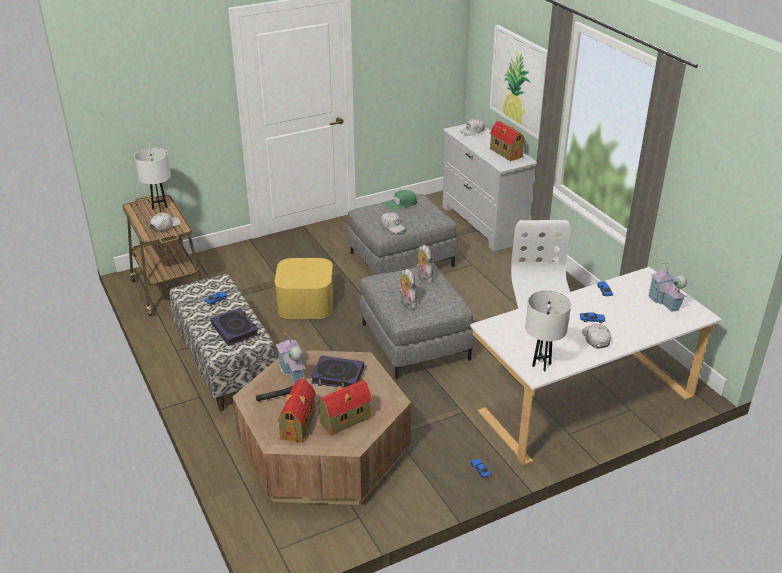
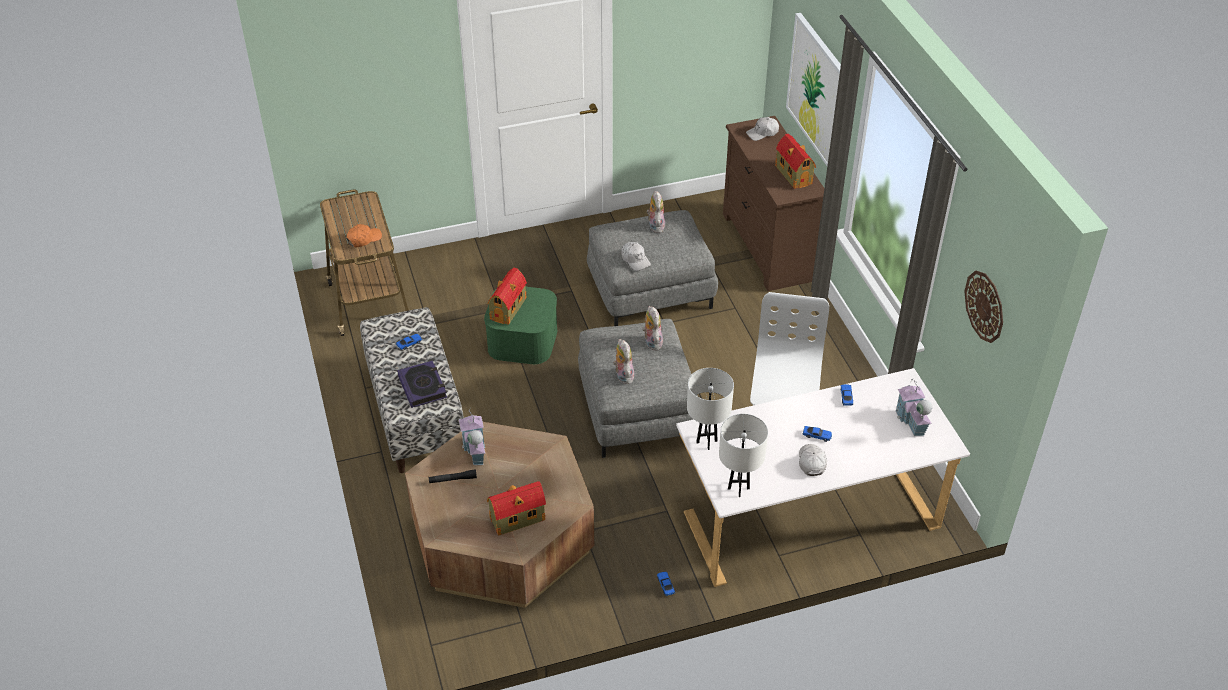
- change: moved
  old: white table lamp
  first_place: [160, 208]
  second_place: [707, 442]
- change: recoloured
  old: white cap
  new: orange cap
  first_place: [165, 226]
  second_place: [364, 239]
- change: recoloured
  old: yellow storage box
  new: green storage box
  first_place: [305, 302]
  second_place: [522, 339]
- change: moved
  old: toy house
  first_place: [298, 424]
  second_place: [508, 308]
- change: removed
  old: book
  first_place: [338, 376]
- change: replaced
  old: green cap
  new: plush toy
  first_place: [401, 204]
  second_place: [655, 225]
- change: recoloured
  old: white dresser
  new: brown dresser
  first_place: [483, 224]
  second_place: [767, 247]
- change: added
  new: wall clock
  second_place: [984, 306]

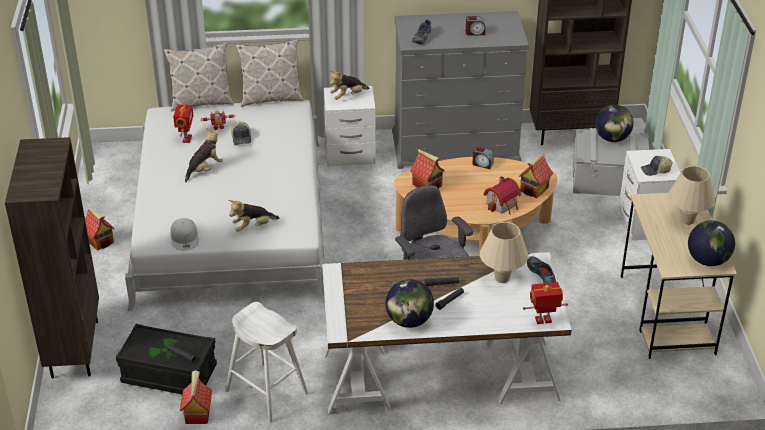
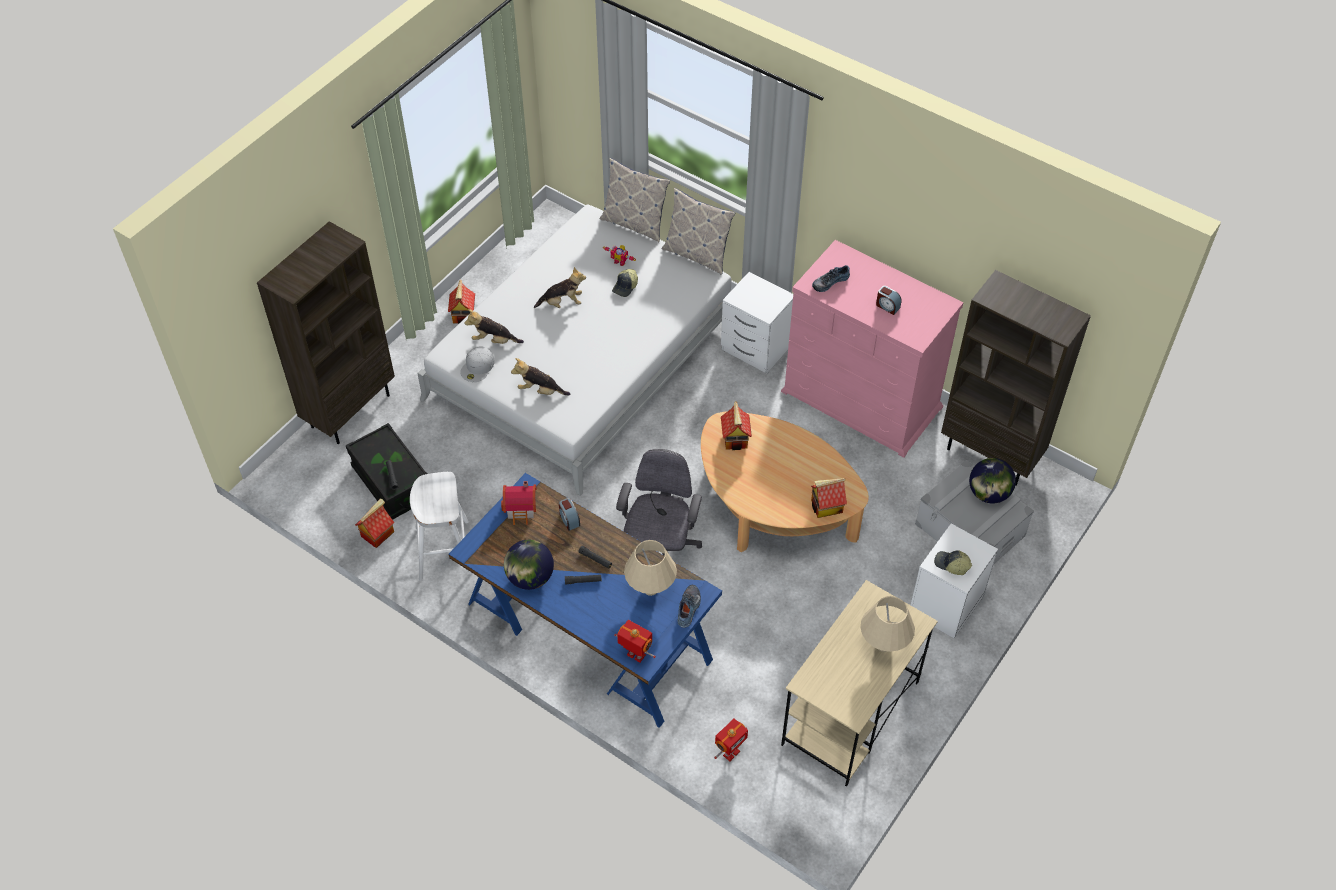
- change: moved
  old: toy robot
  first_place: [186, 139]
  second_place: [730, 752]
- change: recoloured
  old: white desk
  new: blue desk
  first_place: [440, 376]
  second_place: [588, 632]
- change: moved
  old: plush toy
  first_place: [348, 96]
  second_place: [494, 340]
- change: recoloured
  old: grey dresser
  new: pink dresser
  first_place: [456, 146]
  second_place: [862, 400]
- change: moved
  old: alarm clock
  first_place: [482, 164]
  second_place: [569, 519]
- change: moved
  old: toy house
  first_place: [503, 205]
  second_place: [522, 509]
- change: removed
  old: globe
  first_place: [708, 260]

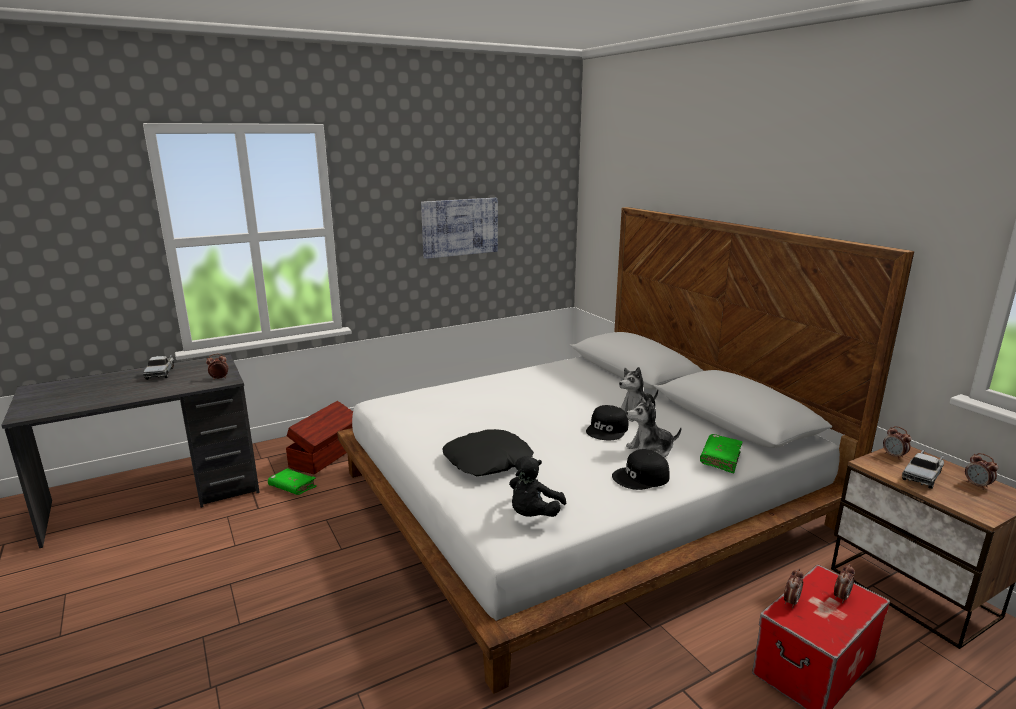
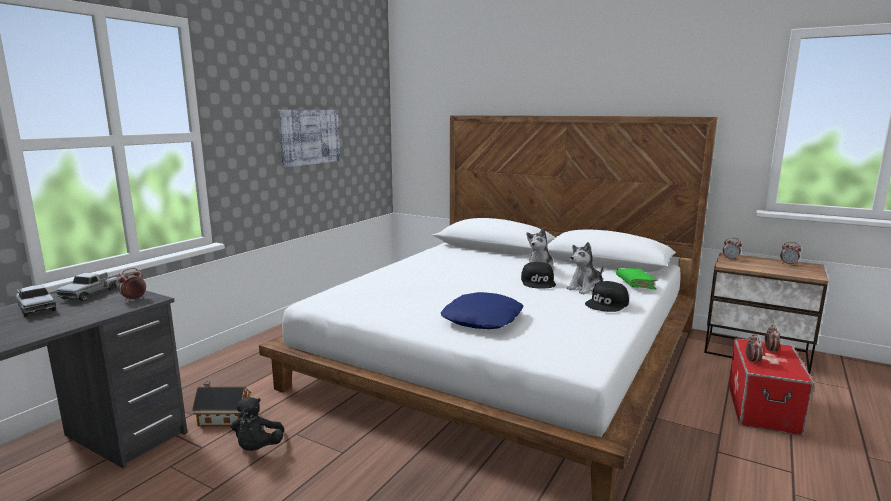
- change: replaced
  old: green book
  new: toy house
  first_place: [292, 487]
  second_place: [223, 418]
- change: removed
  old: brown storage box
  first_place: [327, 455]
- change: recoloured
  old: black pillow
  new: blue pillow
  first_place: [488, 461]
  second_place: [483, 319]
- change: moved
  old: black plush toy
  first_place: [533, 515]
  second_place: [258, 448]
- change: moved
  old: toy truck
  first_place: [922, 475]
  second_place: [92, 293]

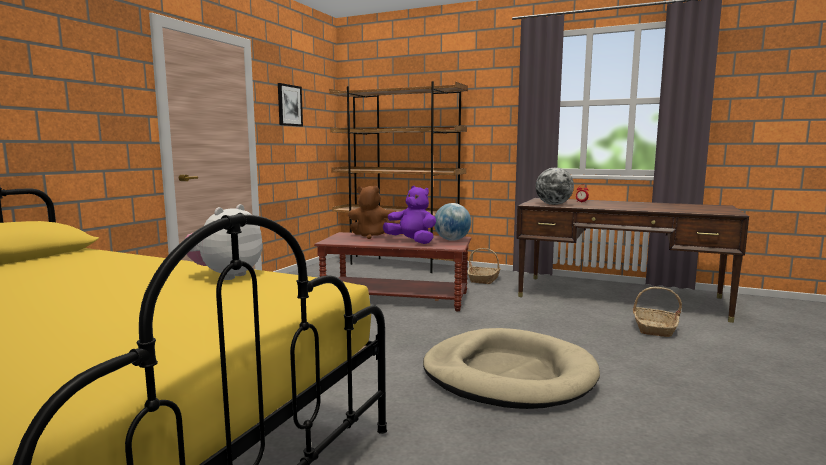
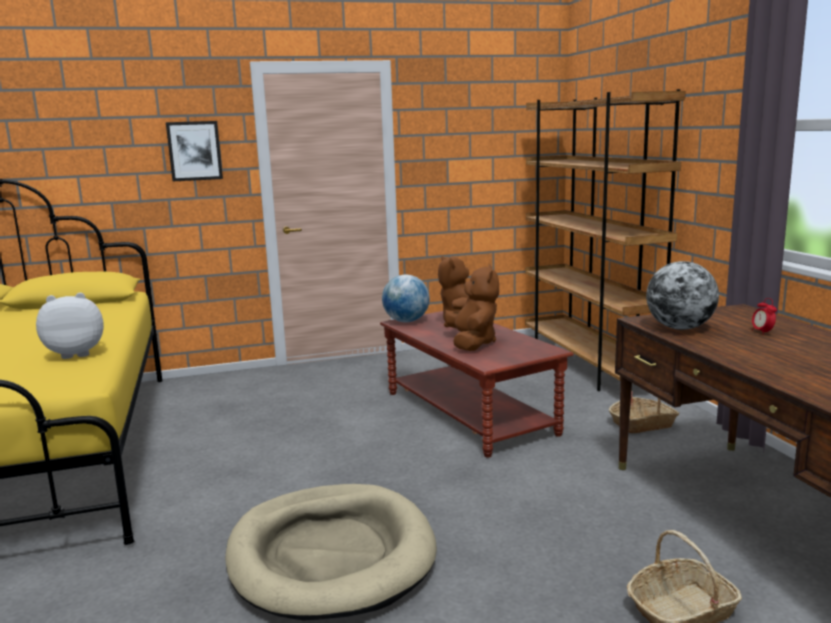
- change: moved
  old: picture
  first_place: [289, 105]
  second_place: [194, 151]
- change: recoloured
  old: purple plush toy
  new: brown plush toy
  first_place: [412, 241]
  second_place: [472, 343]
- change: moved
  old: globe
  first_place: [452, 240]
  second_place: [406, 321]

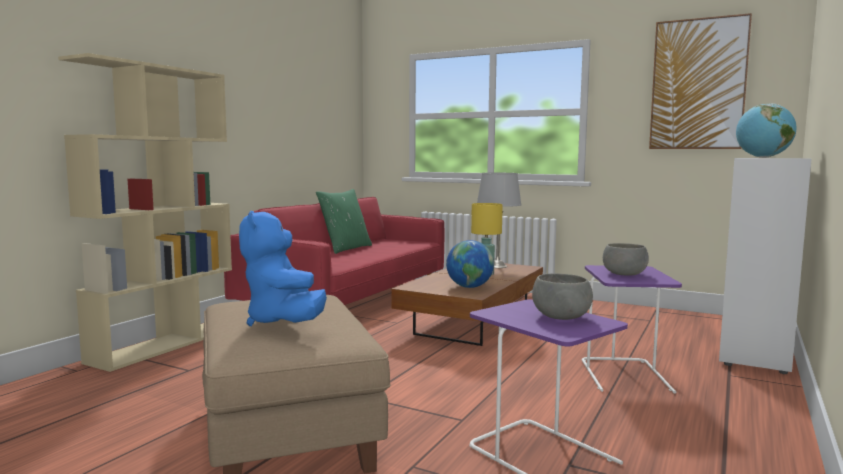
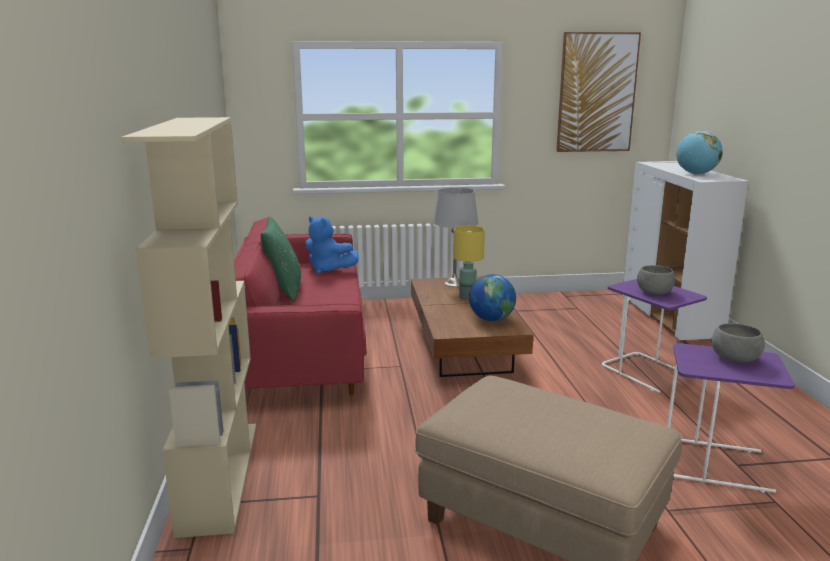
- change: moved
  old: blue plush toy
  first_place: [283, 322]
  second_place: [328, 270]

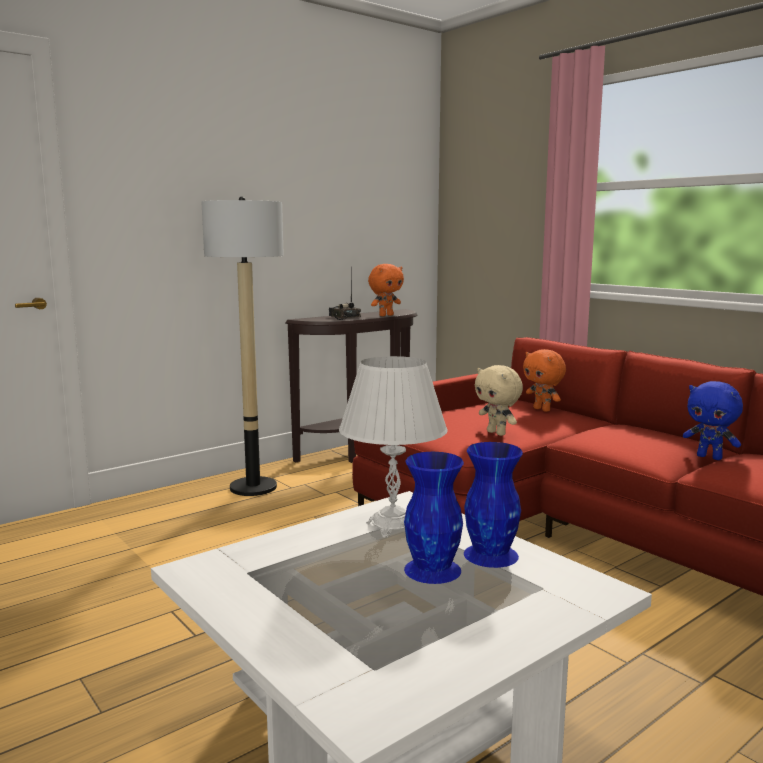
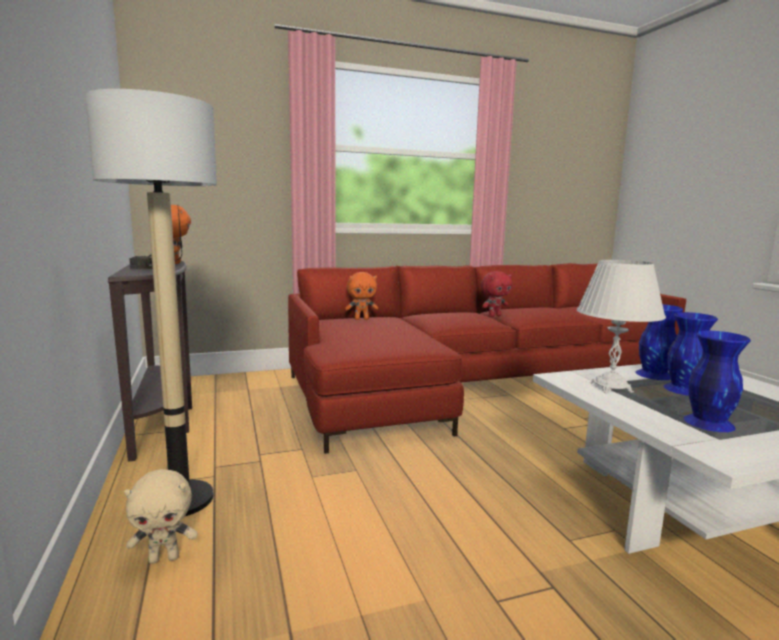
- change: moved
  old: beige plush toy
  first_place: [497, 433]
  second_place: [164, 558]
- change: recoloured
  old: blue plush toy
  new: red plush toy
  first_place: [710, 457]
  second_place: [494, 316]
- change: added
  new: blue vase
  second_place: [707, 422]

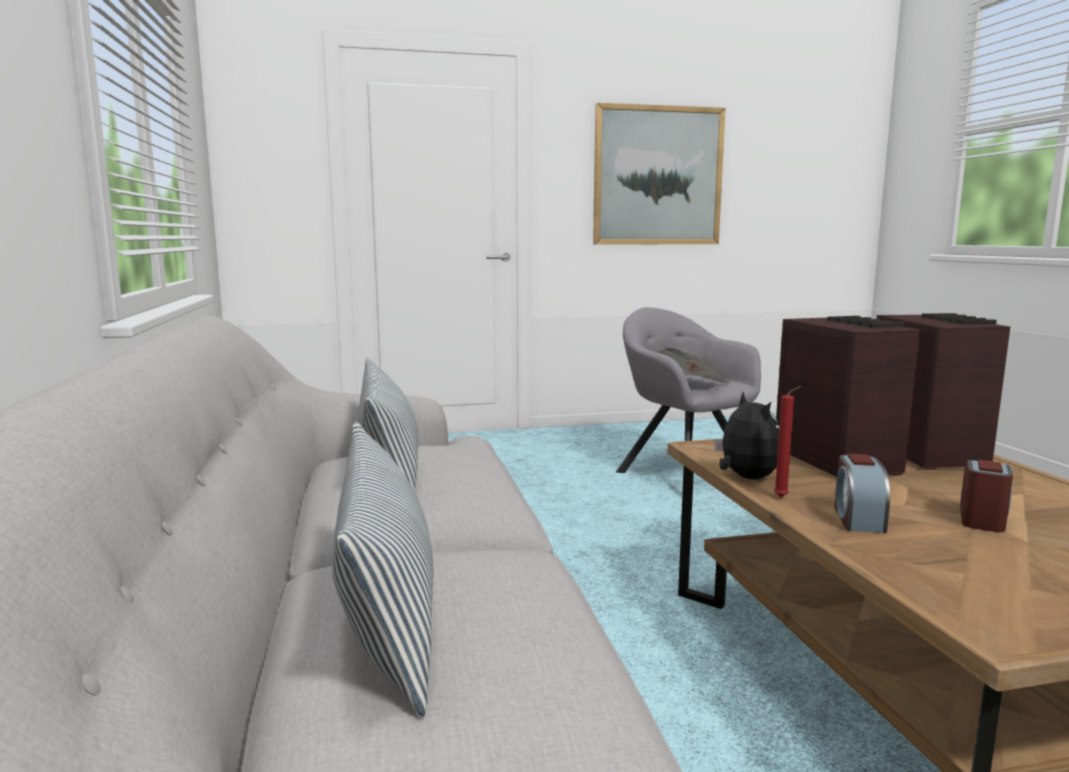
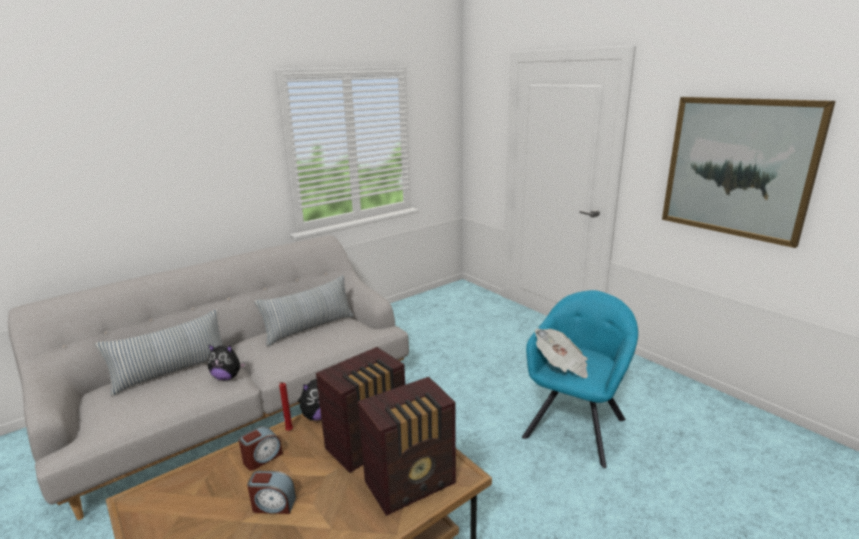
- change: recoloured
  old: grey armchair
  new: turquoise armchair
  first_place: [682, 474]
  second_place: [576, 425]
- change: turned
  old: alarm clock
  first_place: [858, 519]
  second_place: [262, 458]
  degrees: 150
- change: added
  new: plush toy
  second_place: [227, 377]

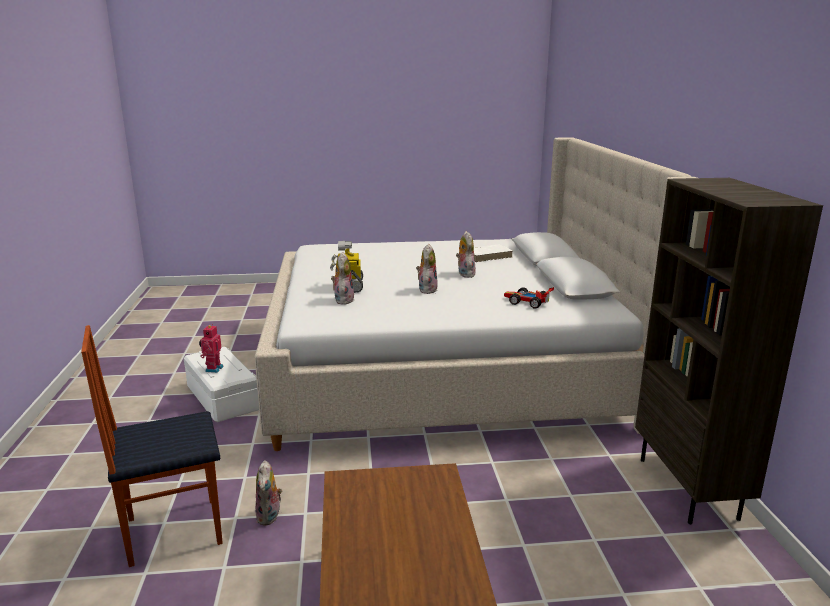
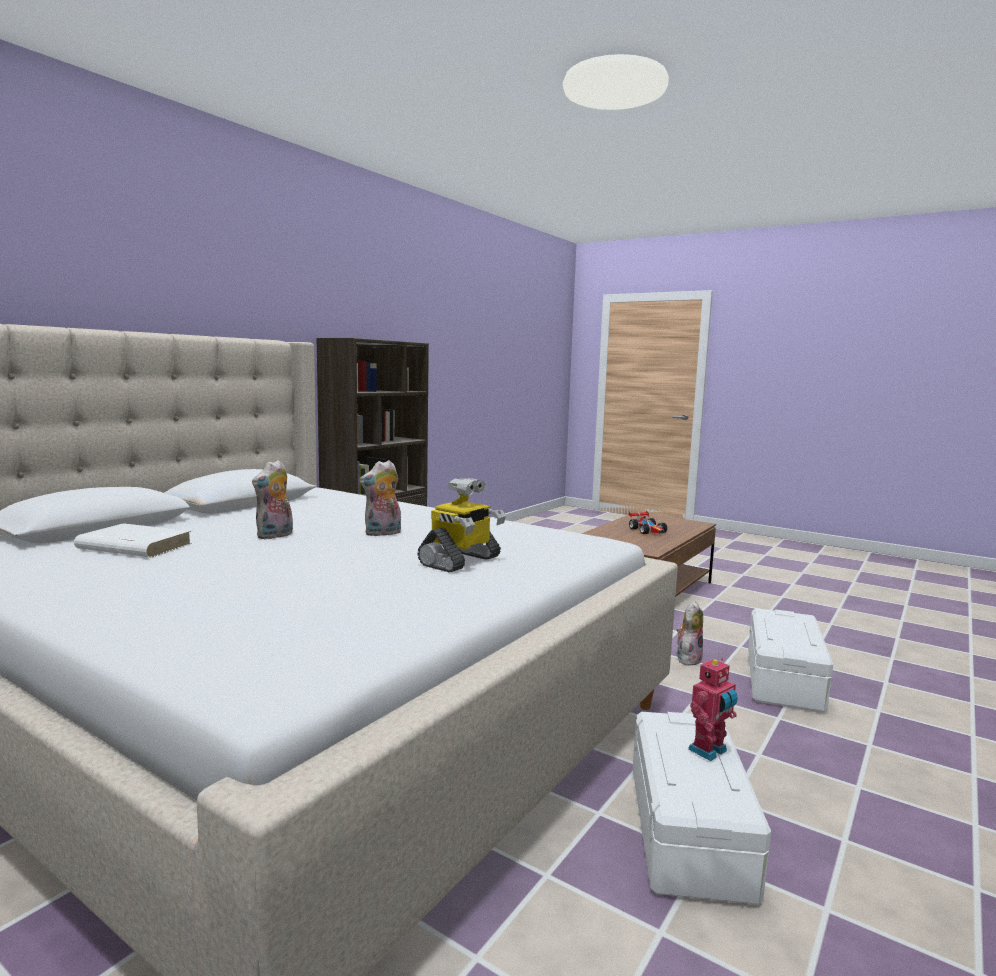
- change: replaced
  old: chair
  new: white storage box
  first_place: [173, 530]
  second_place: [785, 679]
- change: removed
  old: plush toy
  first_place: [343, 300]
- change: moved
  old: toy car
  first_place: [527, 302]
  second_place: [648, 530]

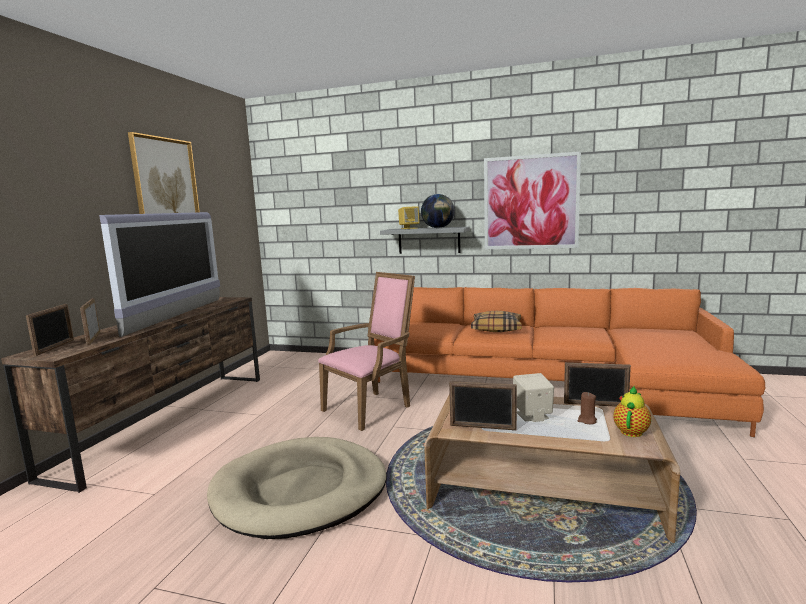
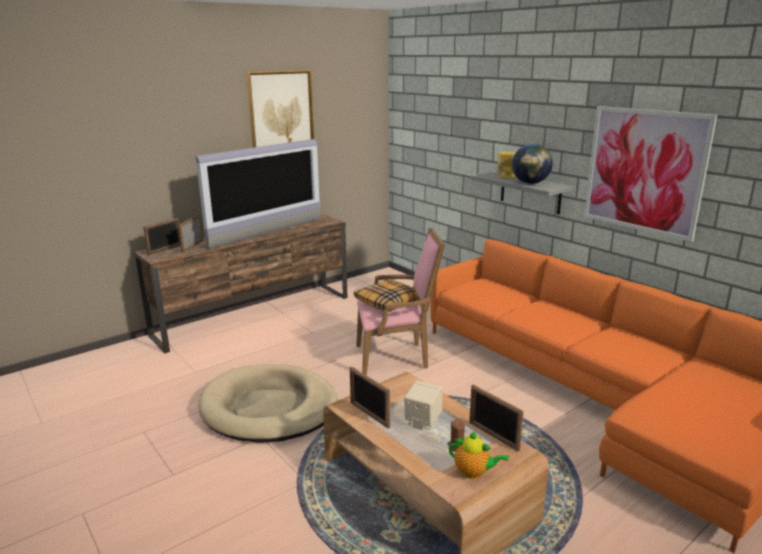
- change: moved
  old: pillow
  first_place: [496, 328]
  second_place: [388, 302]
- change: turned
  old: teapot
  first_place: [631, 431]
  second_place: [474, 472]
  degrees: 45

